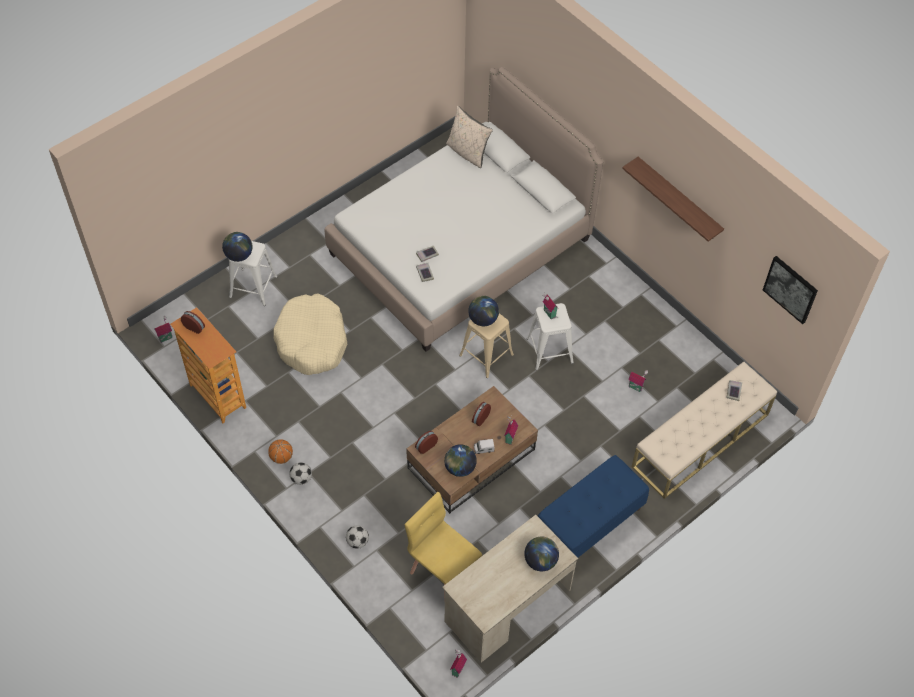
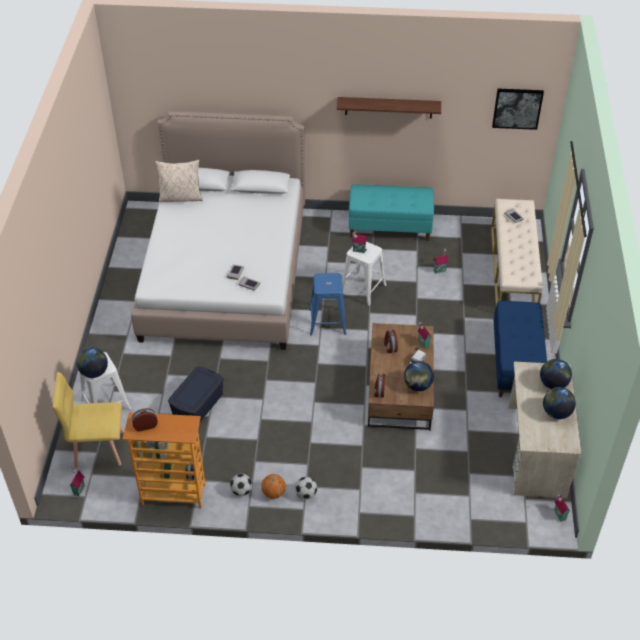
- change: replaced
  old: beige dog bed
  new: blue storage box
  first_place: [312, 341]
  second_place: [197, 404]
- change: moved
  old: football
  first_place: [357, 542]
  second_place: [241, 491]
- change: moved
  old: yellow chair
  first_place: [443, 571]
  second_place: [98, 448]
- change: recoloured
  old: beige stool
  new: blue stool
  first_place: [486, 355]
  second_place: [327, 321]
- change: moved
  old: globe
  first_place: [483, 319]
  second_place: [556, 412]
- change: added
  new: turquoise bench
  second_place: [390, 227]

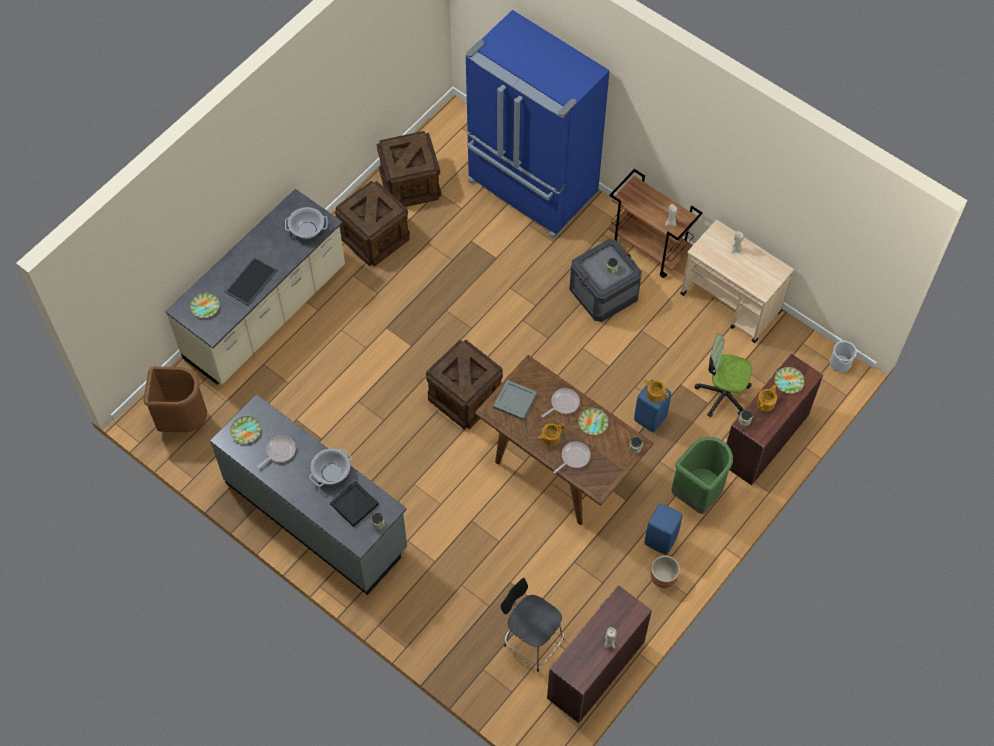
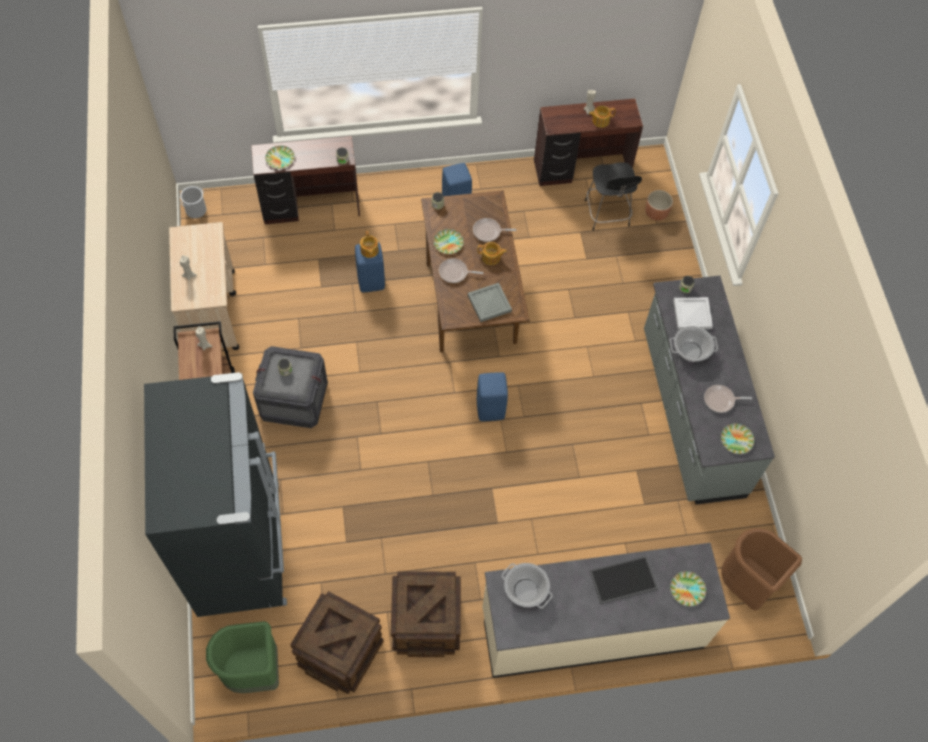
- change: recoloured
  old: black tray
  new: white tray
  first_place: [354, 503]
  second_place: [692, 315]
- change: replaced
  old: crate
  new: blue stool
  first_place: [464, 396]
  second_place: [490, 410]
- change: recoloured
  old: blue fridge
  new: black fridge
  first_place: [531, 189]
  second_place: [242, 546]
- change: moved
  old: brown planter
  first_place: [663, 578]
  second_place: [656, 213]
- change: moved
  old: green trash can
  first_place: [697, 494]
  second_place: [254, 673]
- change: removed
  old: office chair
  first_place: [723, 394]
- change: moved
  old: teapot
  first_place: [766, 403]
  second_place: [600, 120]

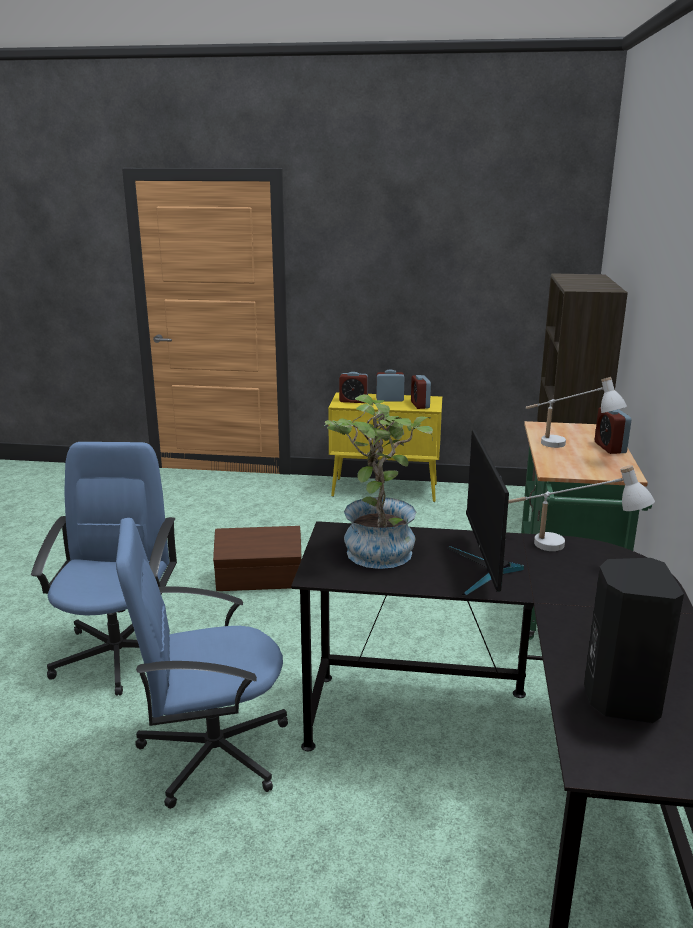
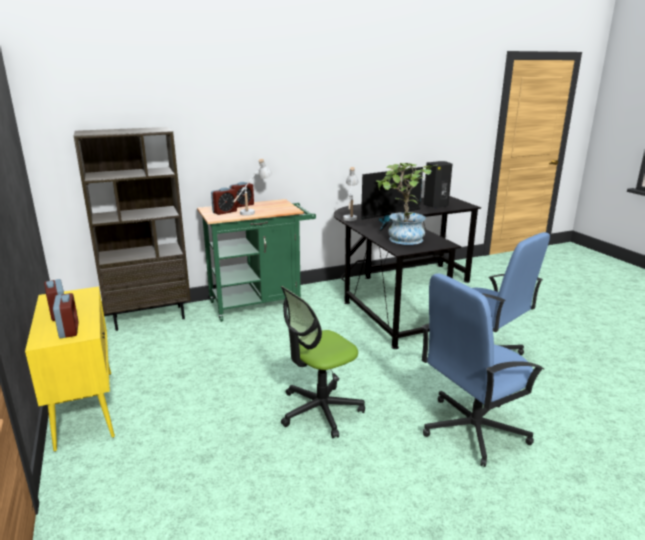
- change: replaced
  old: brown storage box
  new: office chair
  first_place: [260, 580]
  second_place: [320, 410]
- change: moved
  old: alarm clock
  first_place: [420, 405]
  second_place: [224, 212]

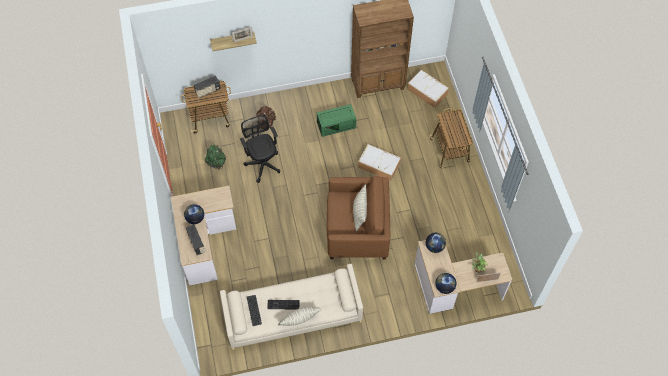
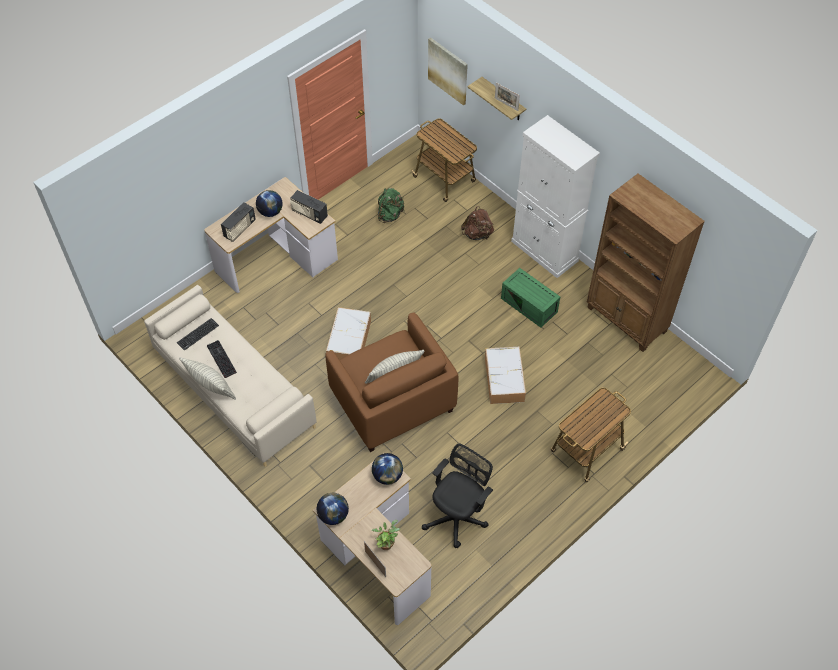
- change: moved
  old: radio
  first_place: [208, 91]
  second_place: [309, 214]
- change: moved
  old: black office chair
  first_place: [262, 163]
  second_place: [457, 516]
- change: moved
  old: storage box
  first_place: [426, 91]
  second_place: [349, 339]
- change: added
  new: picture
  second_place: [448, 70]
- change: added
  new: white cabinet
  second_place: [544, 251]

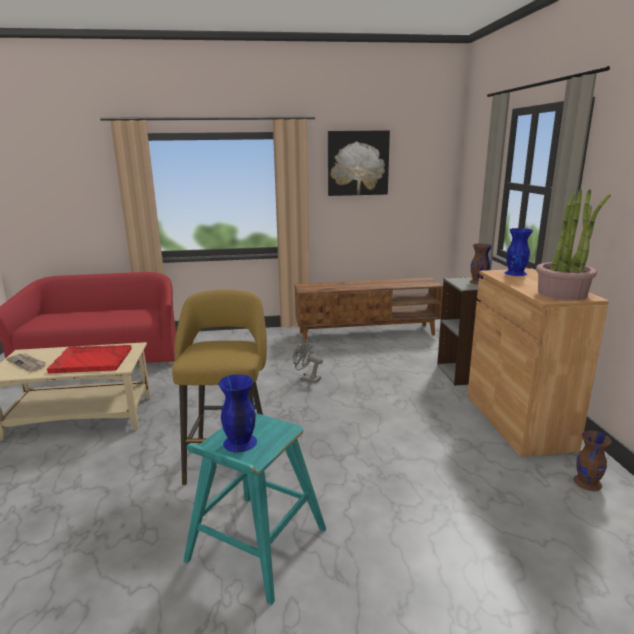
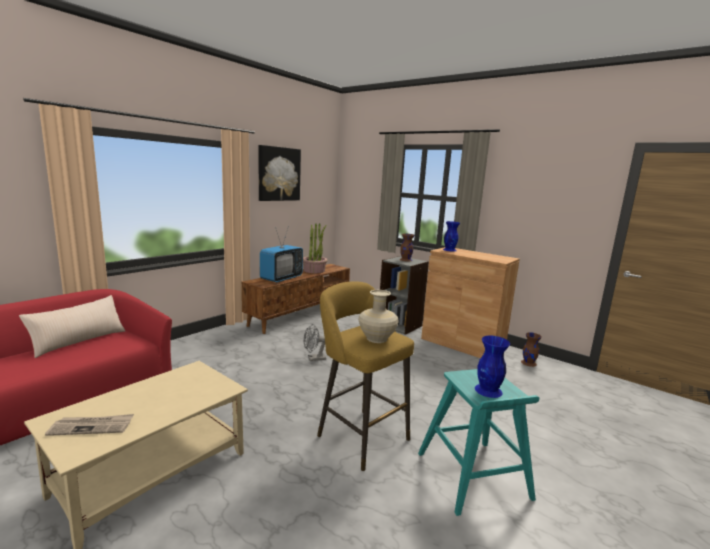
- change: removed
  old: red tray
  first_place: [91, 360]
- change: moved
  old: potted plant
  first_place: [562, 293]
  second_place: [314, 270]
- change: added
  new: beige pillow
  second_place: [78, 341]
- change: added
  new: television
  second_place: [281, 278]
- change: added
  new: beige vase
  second_place: [376, 338]

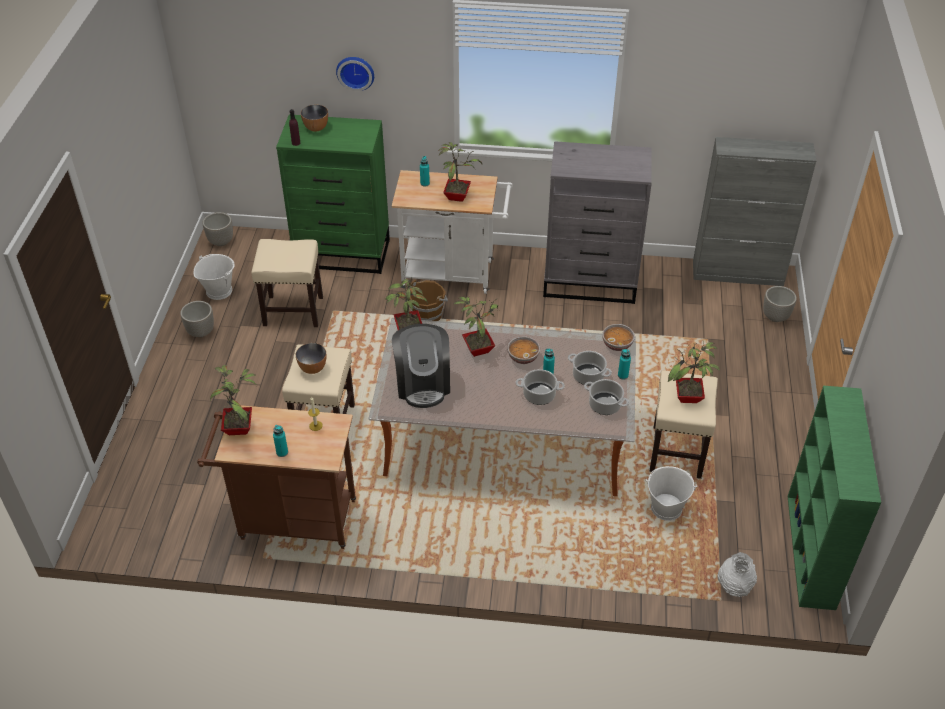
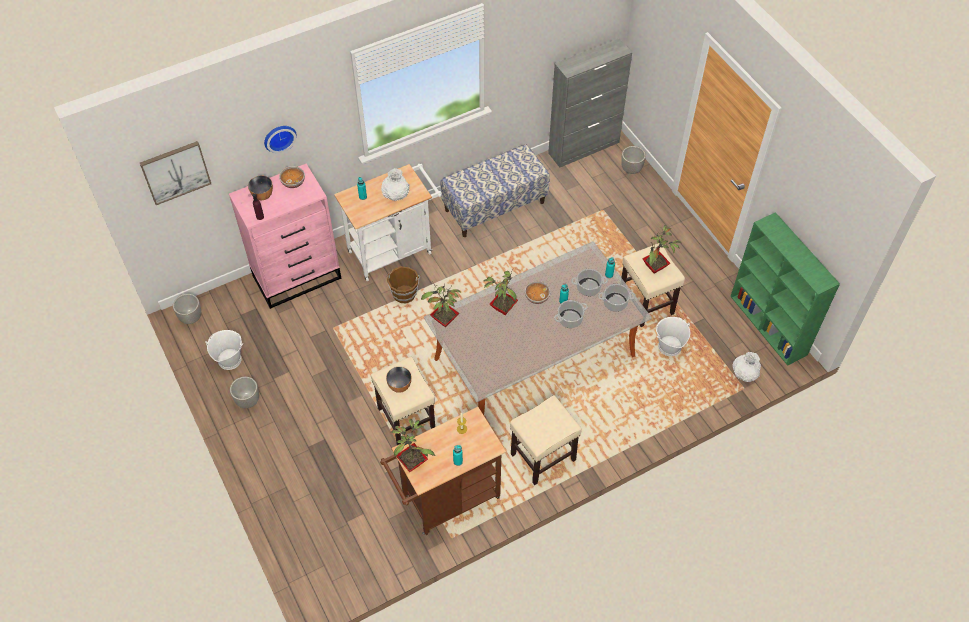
- change: moved
  old: beige stool
  first_place: [292, 311]
  second_place: [542, 457]
- change: recoloured
  old: green dresser
  new: pink dresser
  first_place: [343, 254]
  second_place: [297, 277]
- change: removed
  old: coffee machine
  first_place: [423, 384]
- change: replaced
  old: potted plant
  new: white vase
  first_place: [457, 196]
  second_place: [395, 195]
- change: replaced
  old: grey dresser
  new: bench
  first_place: [591, 282]
  second_place: [494, 206]
- change: moved
  old: bowl
  first_place: [617, 344]
  second_place: [293, 182]
- change: added
  new: picture
  second_place: [175, 172]

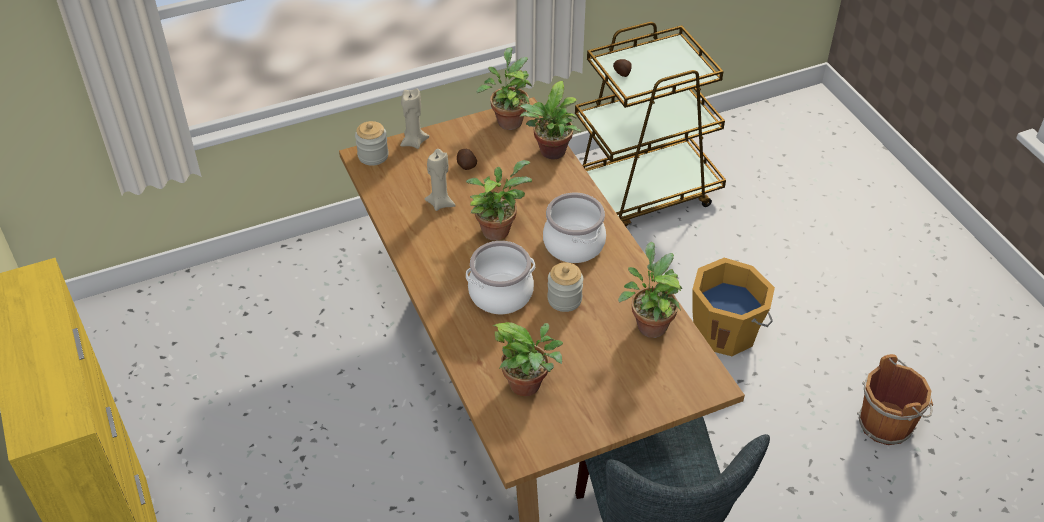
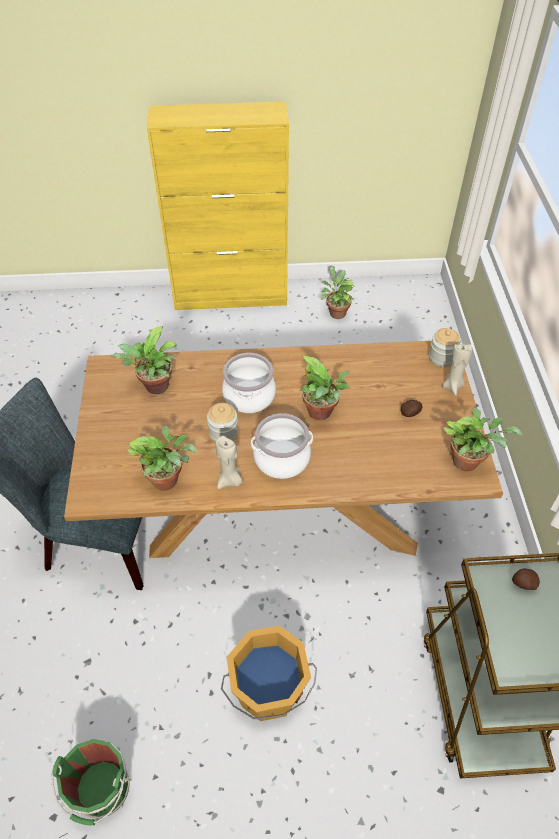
- change: moved
  old: beige candle
  first_place: [440, 203]
  second_place: [230, 480]
- change: moved
  old: potted plant
  first_place: [551, 153]
  second_place: [336, 312]
- change: recoloured
  old: brown bucket
  new: green bucket
  first_place: [887, 423]
  second_place: [102, 791]

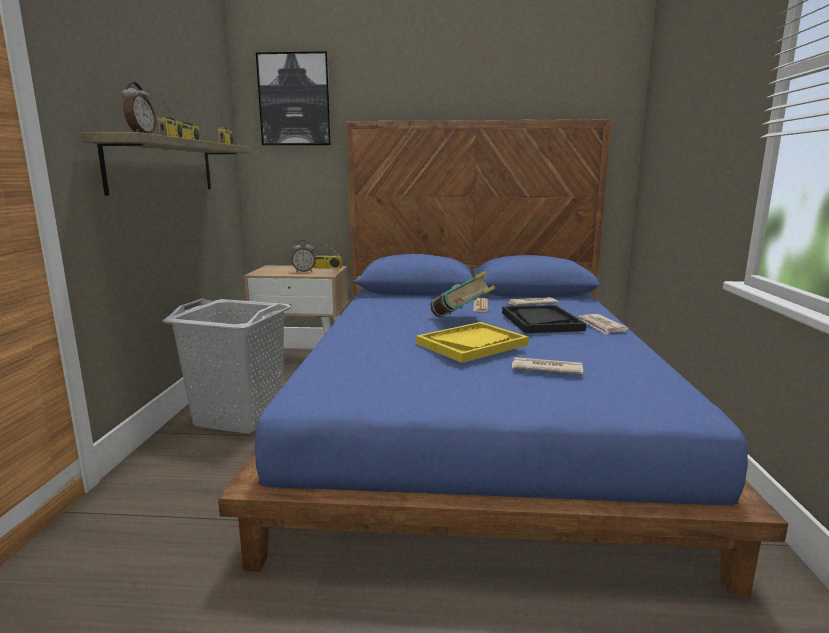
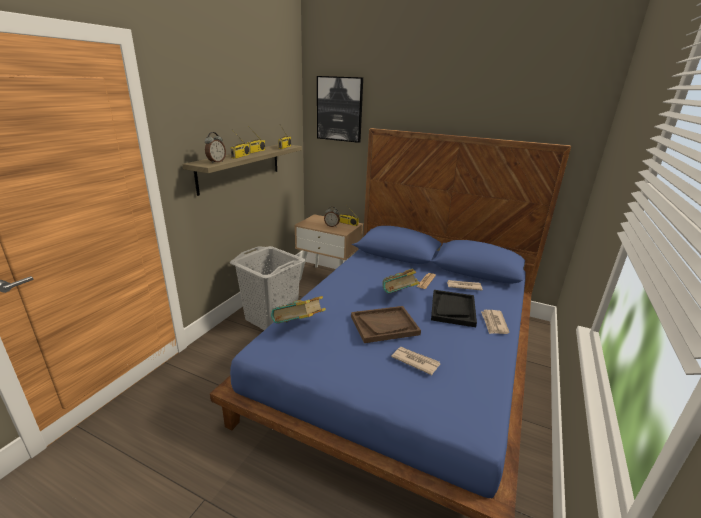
- change: recoloured
  old: yellow tray
  new: brown tray
  first_place: [472, 344]
  second_place: [384, 325]
- change: added
  new: book
  second_place: [299, 326]

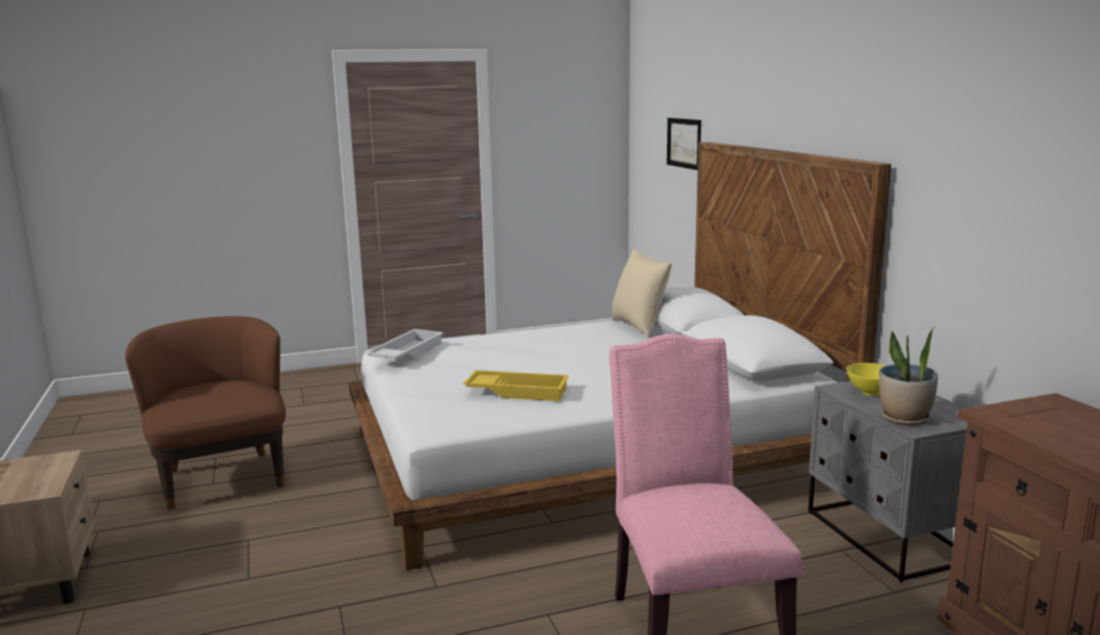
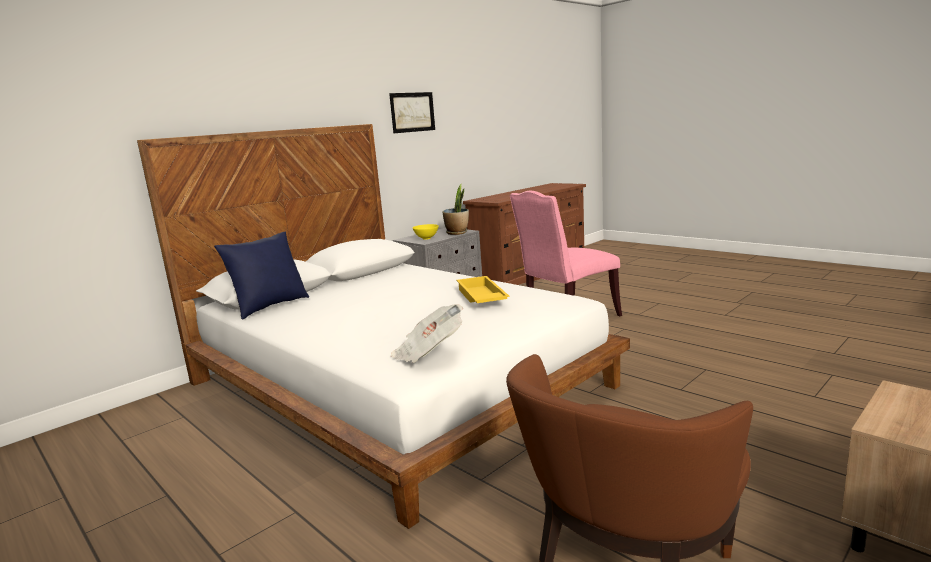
- change: replaced
  old: white tray
  new: newspaper
  first_place: [405, 353]
  second_place: [428, 352]
- change: recoloured
  old: beige pillow
  new: blue pillow
  first_place: [639, 326]
  second_place: [270, 307]
- change: moved
  old: picture
  first_place: [684, 143]
  second_place: [412, 112]

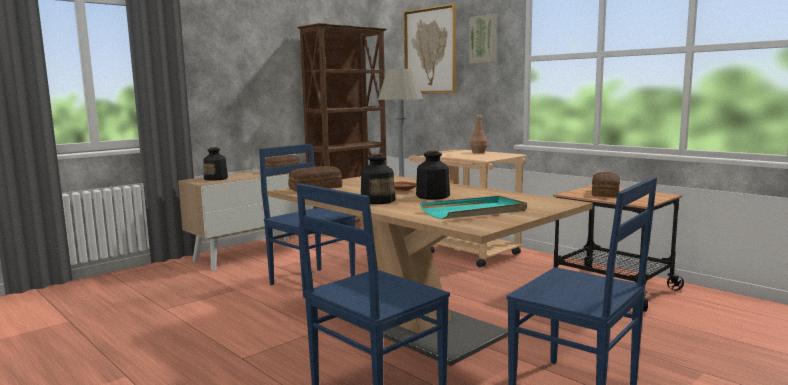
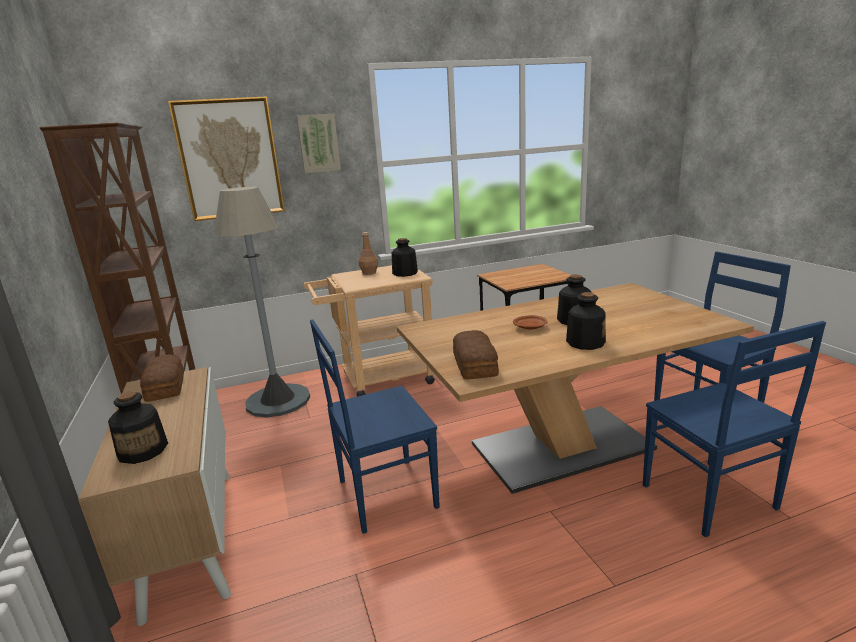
- change: removed
  old: turquoise tray
  first_place: [474, 211]
- change: removed
  old: bread
  first_place: [606, 193]
- change: added
  new: bottle
  second_place: [405, 273]

